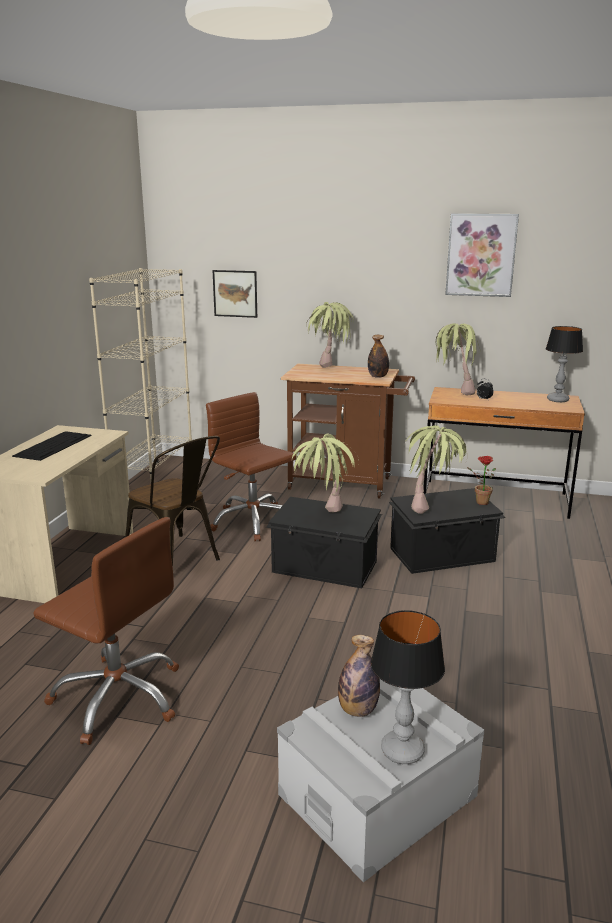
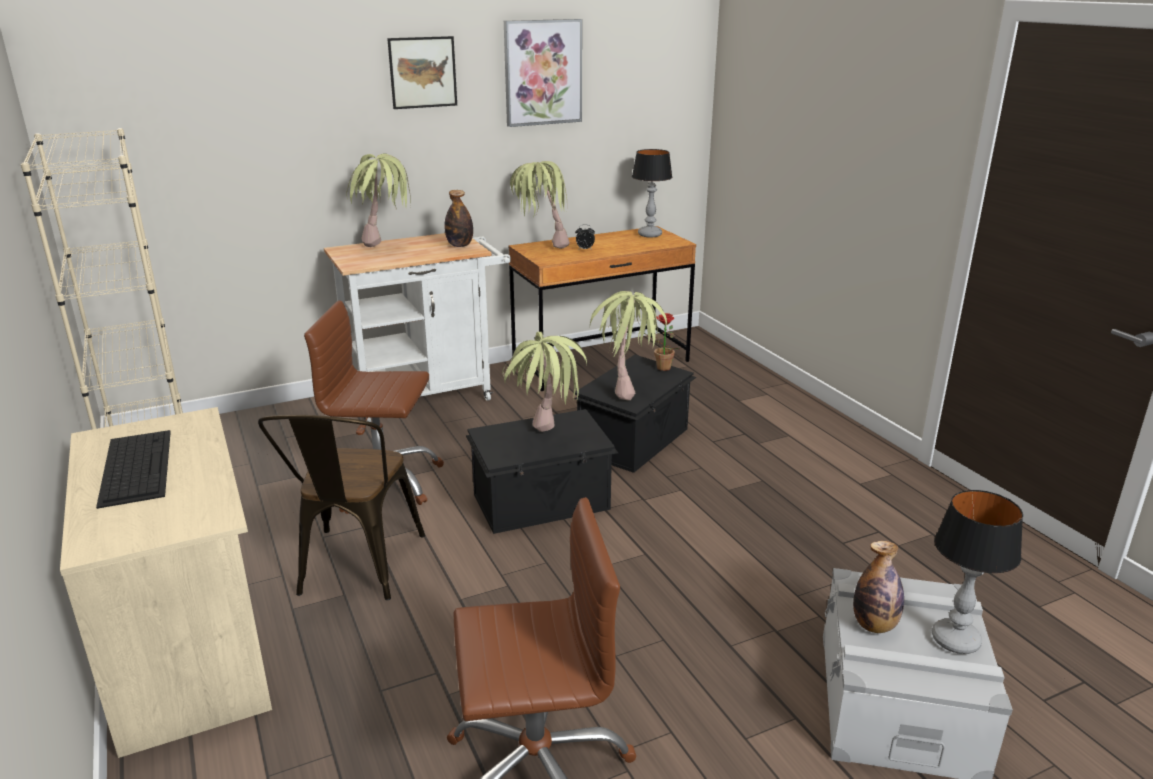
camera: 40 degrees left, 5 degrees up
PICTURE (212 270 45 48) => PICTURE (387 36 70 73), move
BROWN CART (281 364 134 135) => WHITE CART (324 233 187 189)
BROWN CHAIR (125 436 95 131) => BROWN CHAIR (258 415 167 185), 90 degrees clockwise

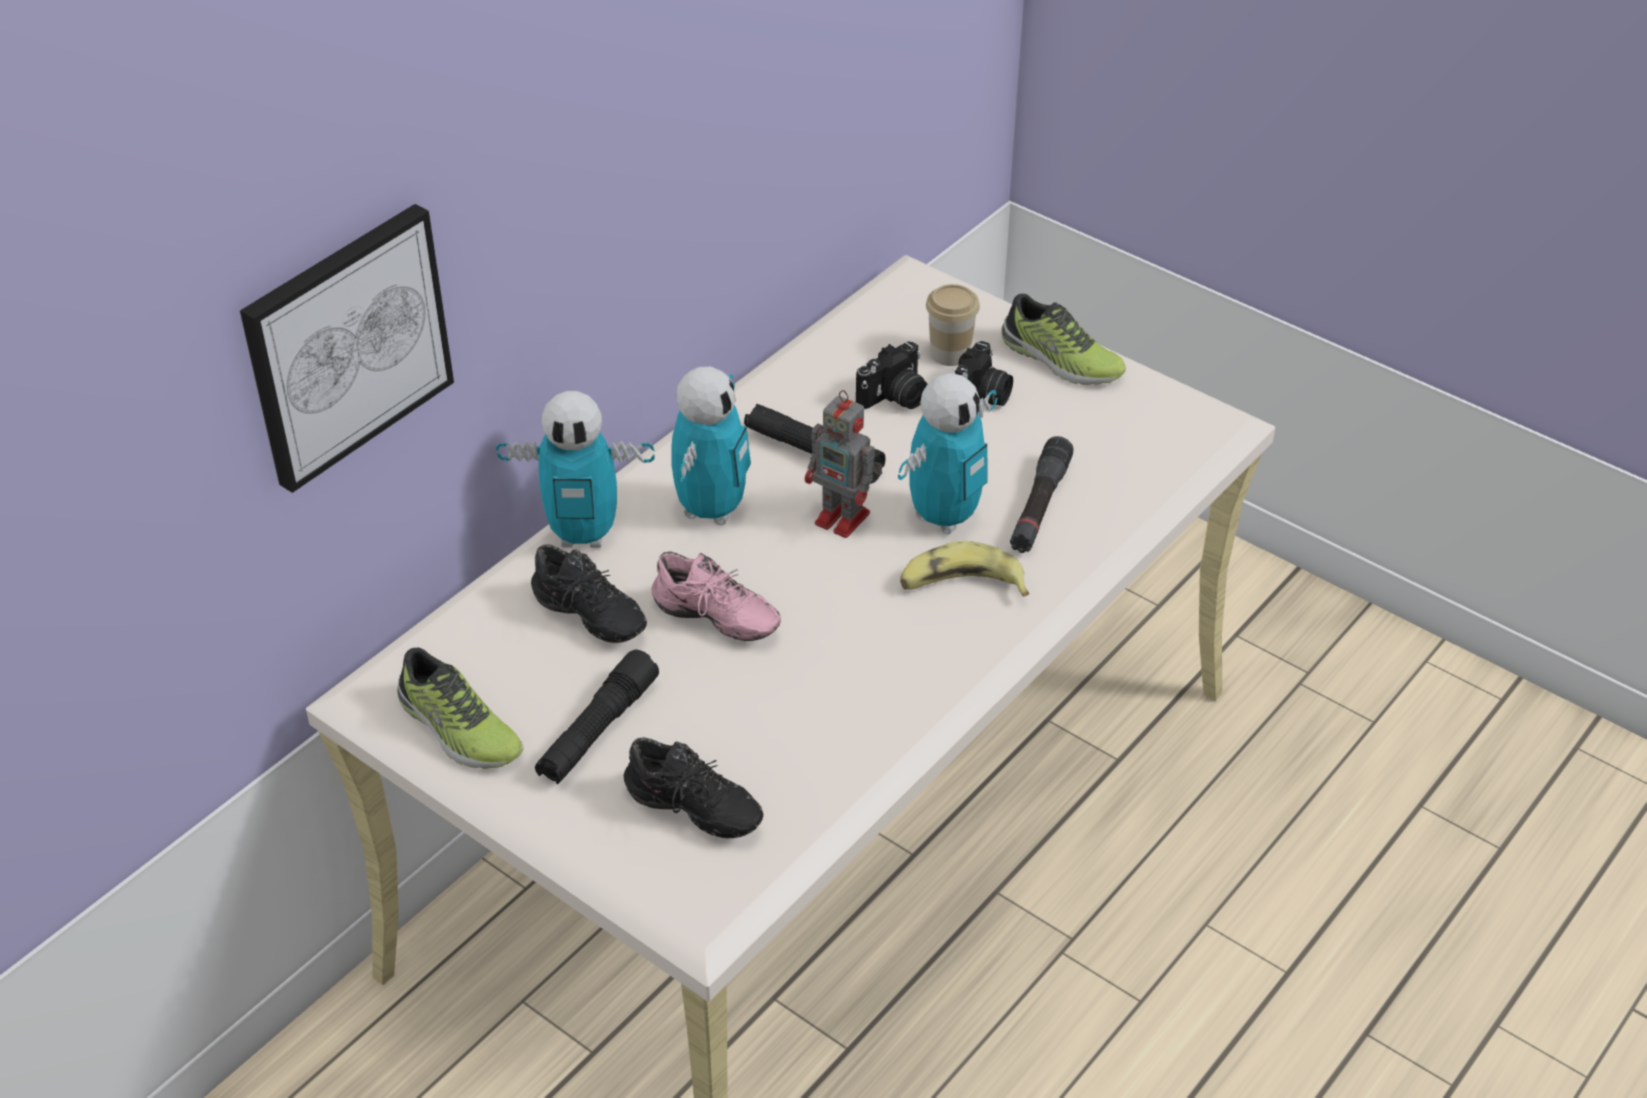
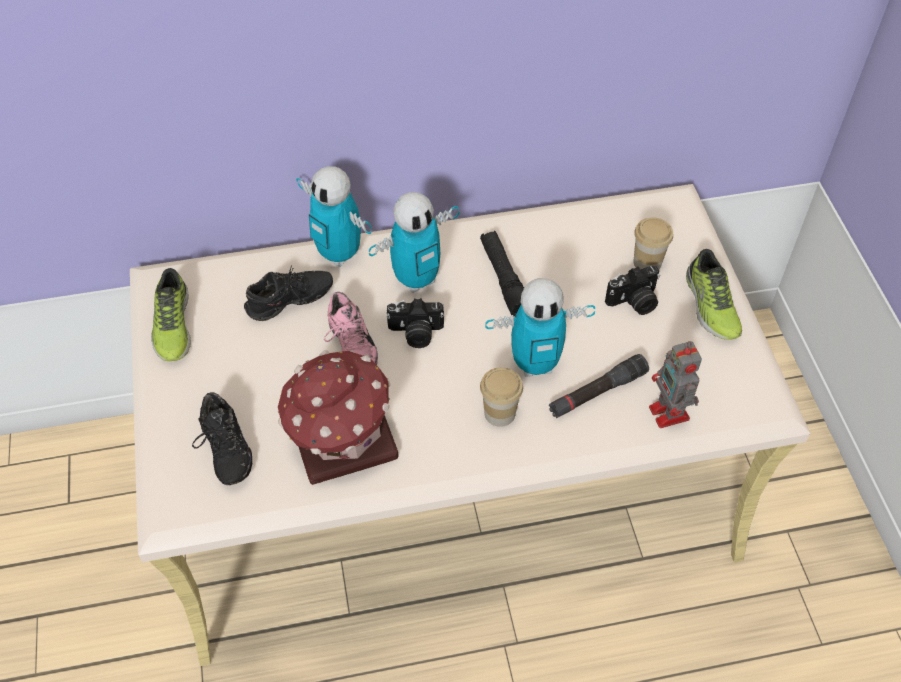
camera: 40 degrees right, 10 degrees up
PICTURE (240 204 214 289) => nothing
BLACK FLASHLIGHT (535 650 124 135) => nothing
nothing => TOY HOUSE (278 350 121 135)
TOY ROBOT (805 390 77 148) => TOY ROBOT (649 341 53 87), move
PHOTO CAMERA (856 342 72 67) => PHOTO CAMERA (386 298 58 50), move
BANANA (900 541 129 56) => CUP (480 367 43 60)
BLACK SHOE (531 544 116 99) => BLACK SHOE (244 265 89 56), 105 degrees counterclockwise

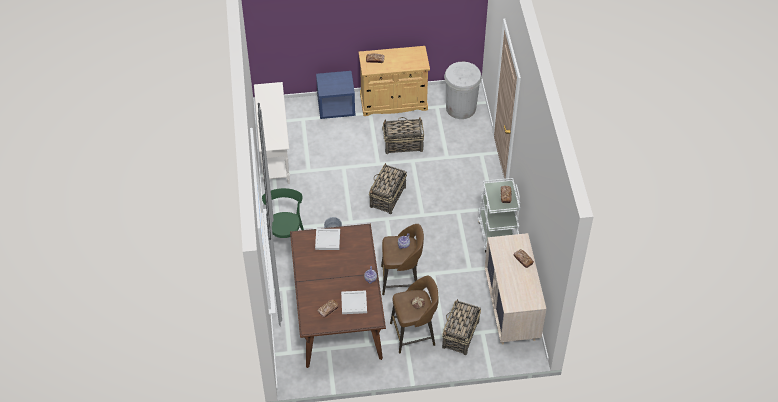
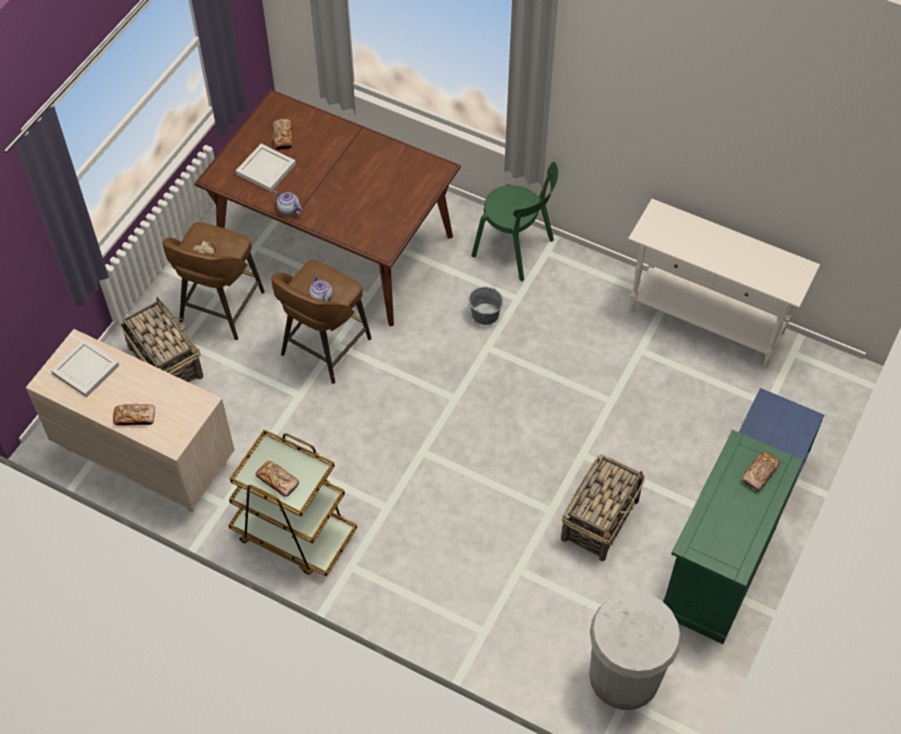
camera: 125 degrees right, 5 degrees up
BASKET (369 163 38 51) => nothing
WHITE TRAY (315 229 25 21) => WHITE TRAY (51 339 68 59), move
BEIGE CABINET (359 46 71 70) => GREEN CABINET (663 430 140 214)
WHITE CART (478 178 42 75) => BROWN CART (229 429 128 148)

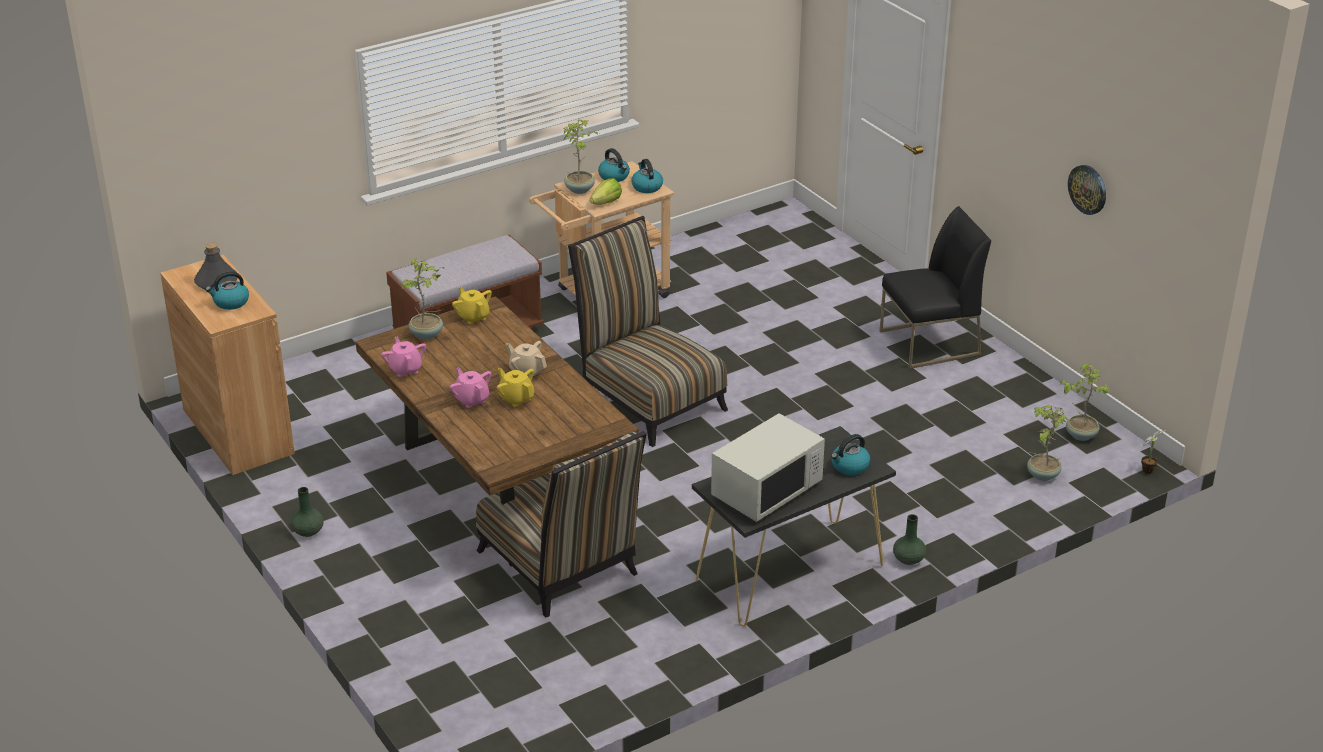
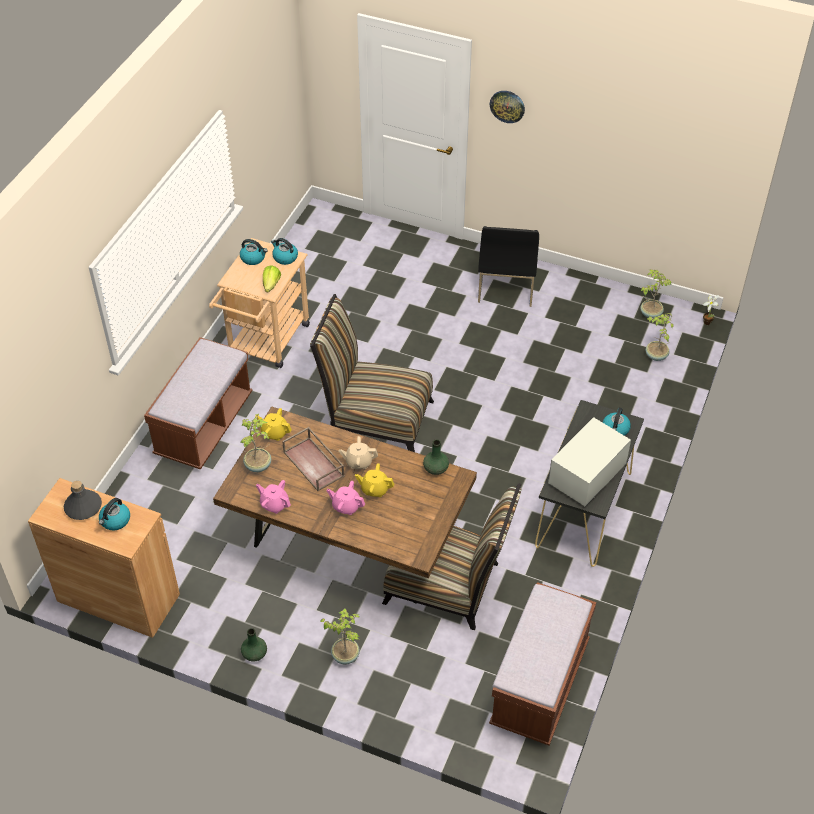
camera: 35 degrees left, 15 degrees up
nothing => BROWN TRAY (282 427 63 64)
nothing => BROWN BENCH (489 582 107 164)
POTTED PLANT (563 120 35 74) => POTTED PLANT (321 608 39 56), move
GREEN VASE (893 514 33 51) => GREEN VASE (423 439 26 36), move
WALL CLOCK (1068 165 38 50) => WALL CLOCK (490 91 35 32), move
WHITE MICROWAVE (711 413 114 109) => WHITE MICROWAVE (548 417 83 89), 150 degrees counterclockwise
BLACK CHAIR (880 206 111 163) => BLACK CHAIR (478 226 61 81), 150 degrees clockwise

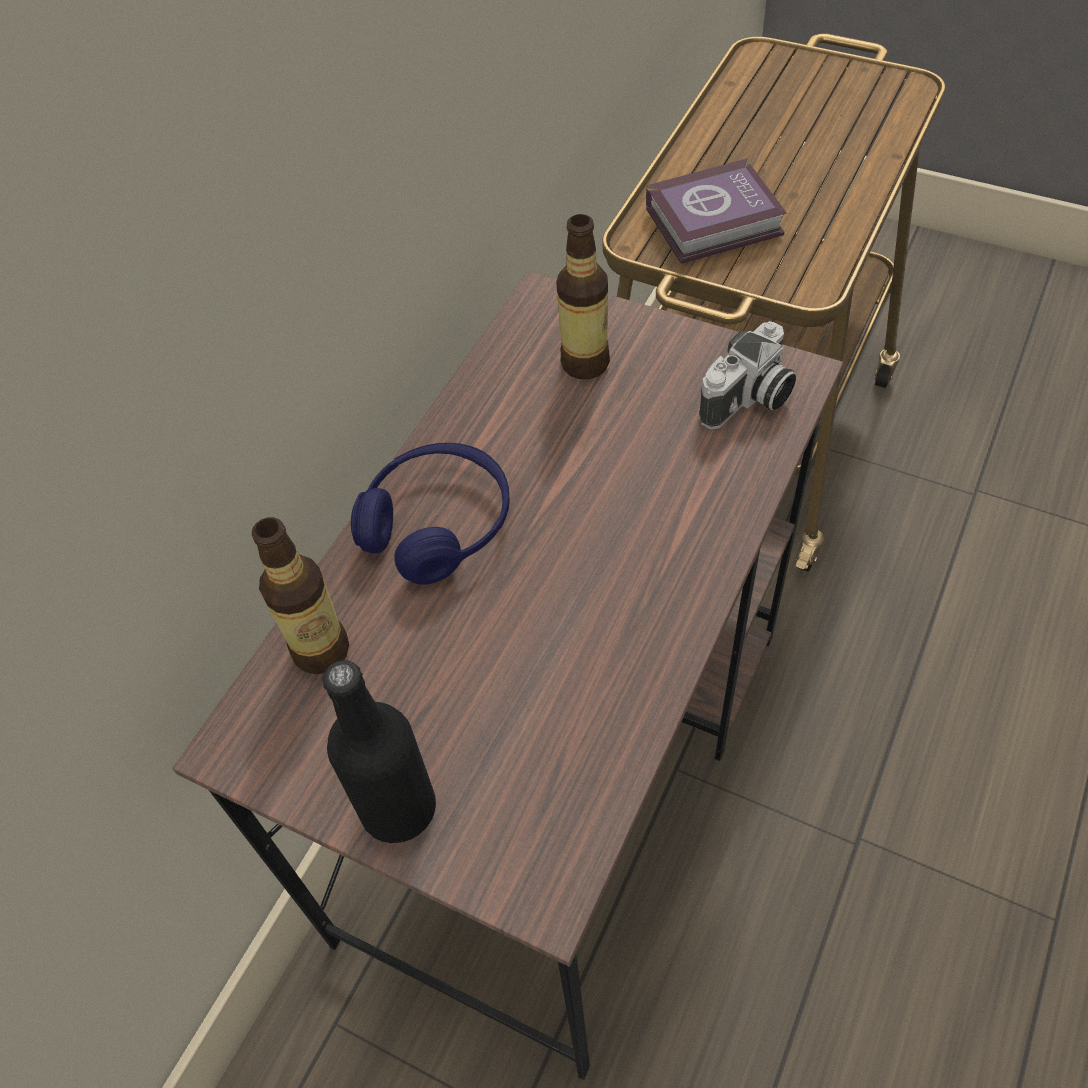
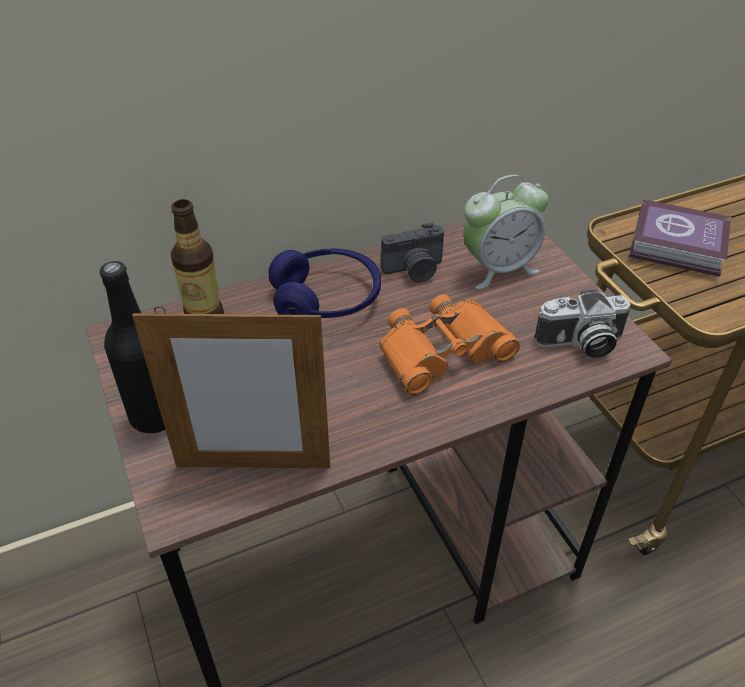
camera: 35 degrees right, 10 degrees down
nothing => PICTURE FRAME (132 307 198 161)
nothing => ORANGE BINOCULARS (379 294 141 101)
nothing => PHOTO CAMERA (381 223 63 59)
BOTTLE (556 214 54 165) => ALARM CLOCK (463 175 85 114)

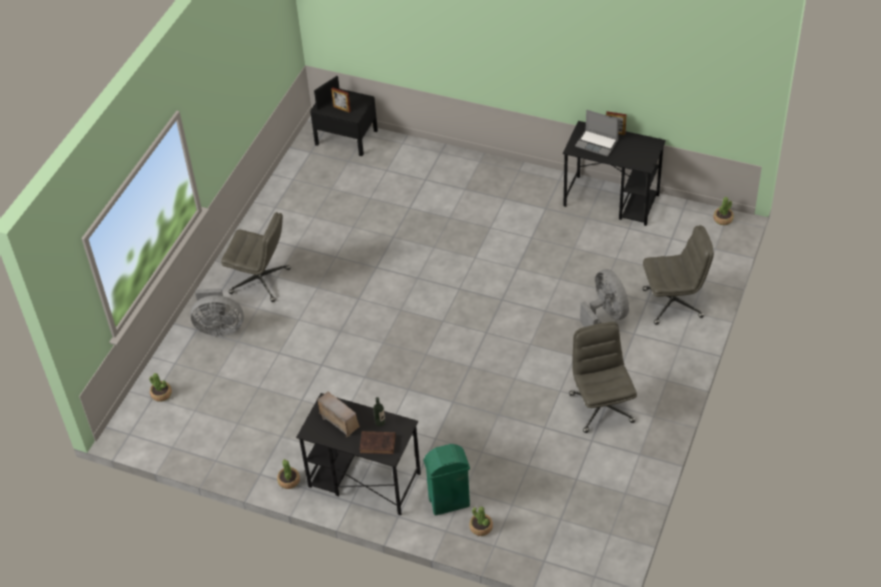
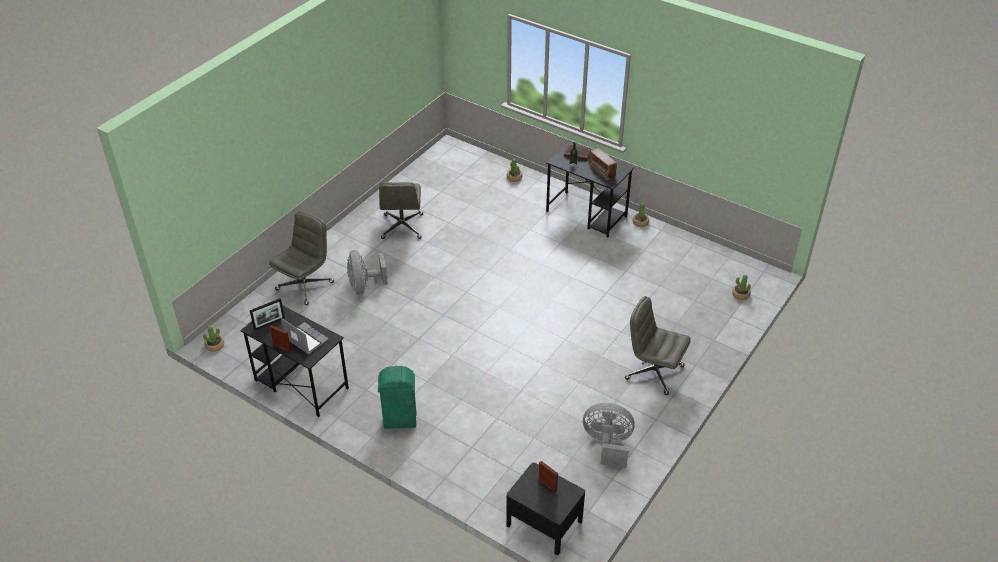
camera: 170 degrees left, 5 degrees down
GREY FAN (190 288 54 48) => GREY FAN (583 403 52 65), move
PICTURE FRAME (314 76 26 34) => PICTURE FRAME (250 298 35 32), move
GREEN TRASH CAN (423 444 47 71) => GREEN TRASH CAN (378 366 38 63), move
GREY OFFICE CHAIR (643 225 71 100) => GREY OFFICE CHAIR (269 211 65 94), 120 degrees clockwise

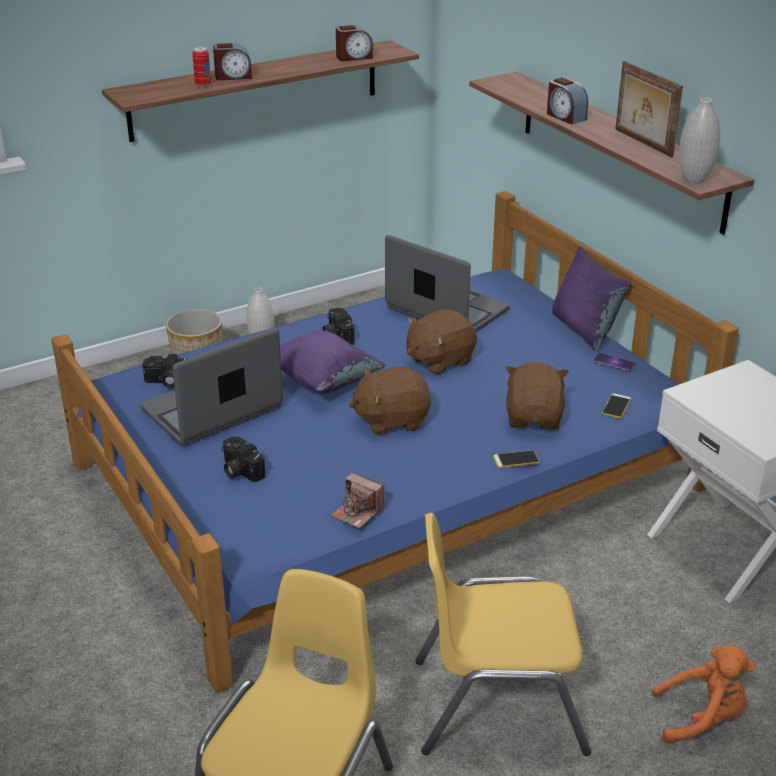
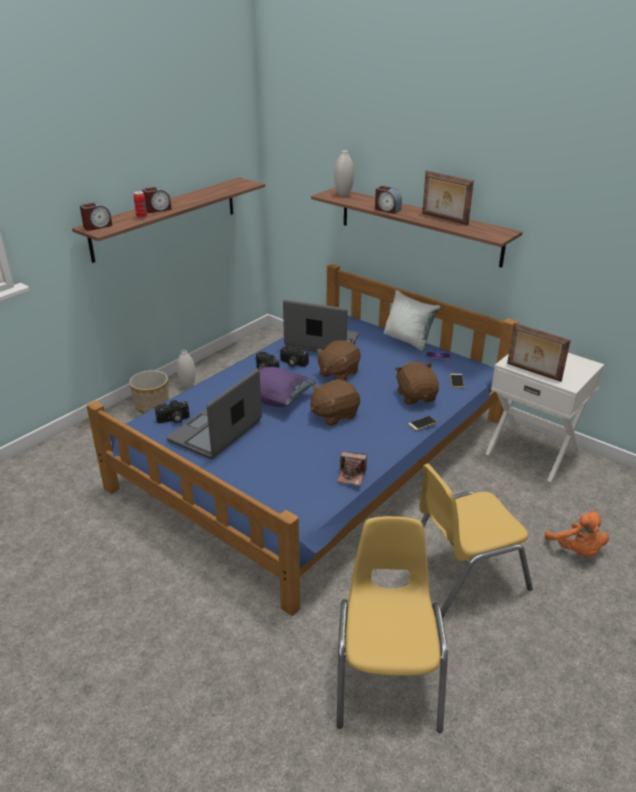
camera: 20 degrees left, 0 degrees up
nothing => PICTURE FRAME (507 323 64 59)
PHOTO CAMERA (221 436 44 46) => PHOTO CAMERA (280 346 29 21), move
ALARM CLOCK (336 25 37 36) => ALARM CLOCK (80 203 32 28), move
WHITE VASE (679 98 41 86) => WHITE VASE (334 150 20 46), move
PURPLE PILLOW (552 247 79 105) => WHITE PILLOW (384 290 56 62)
ORANGE PLUSH TOY (652 646 104 98) => ORANGE PLUSH TOY (545 510 64 47), 90 degrees clockwise

